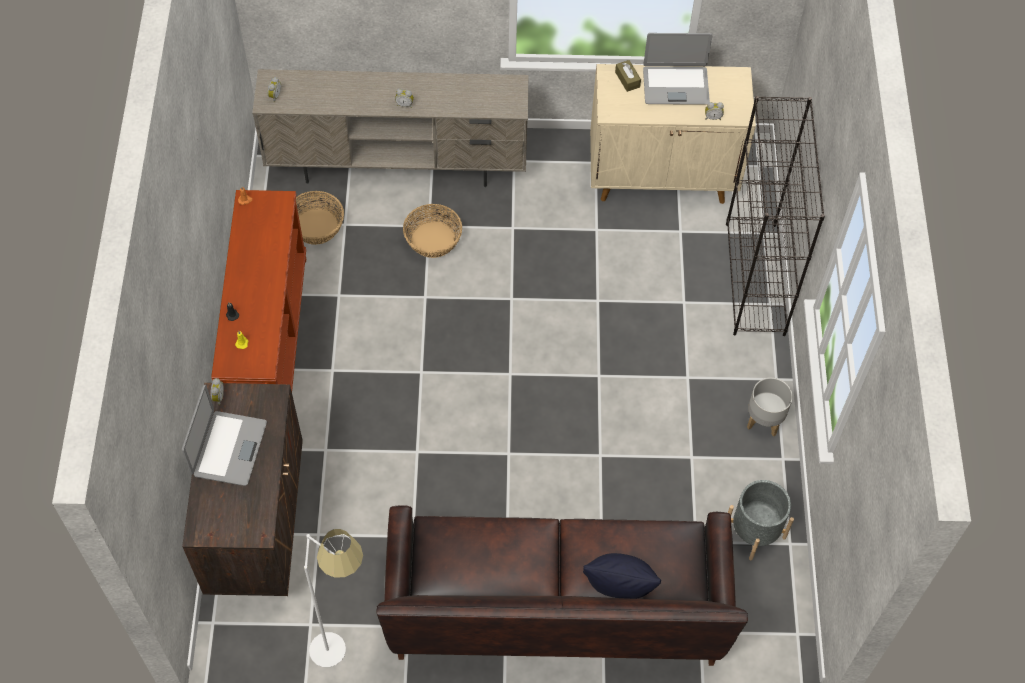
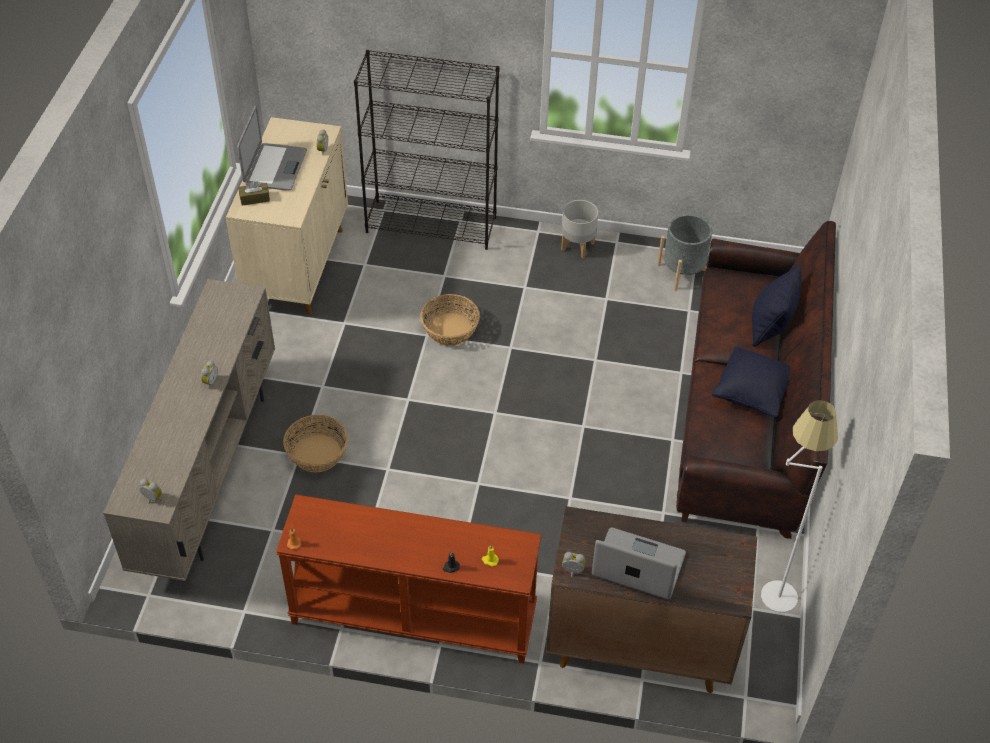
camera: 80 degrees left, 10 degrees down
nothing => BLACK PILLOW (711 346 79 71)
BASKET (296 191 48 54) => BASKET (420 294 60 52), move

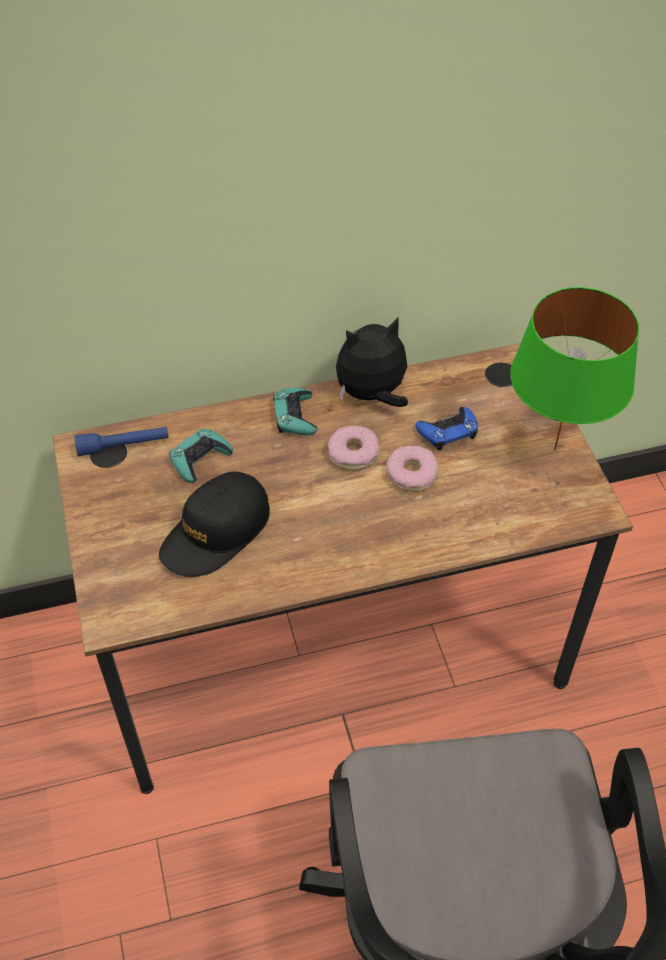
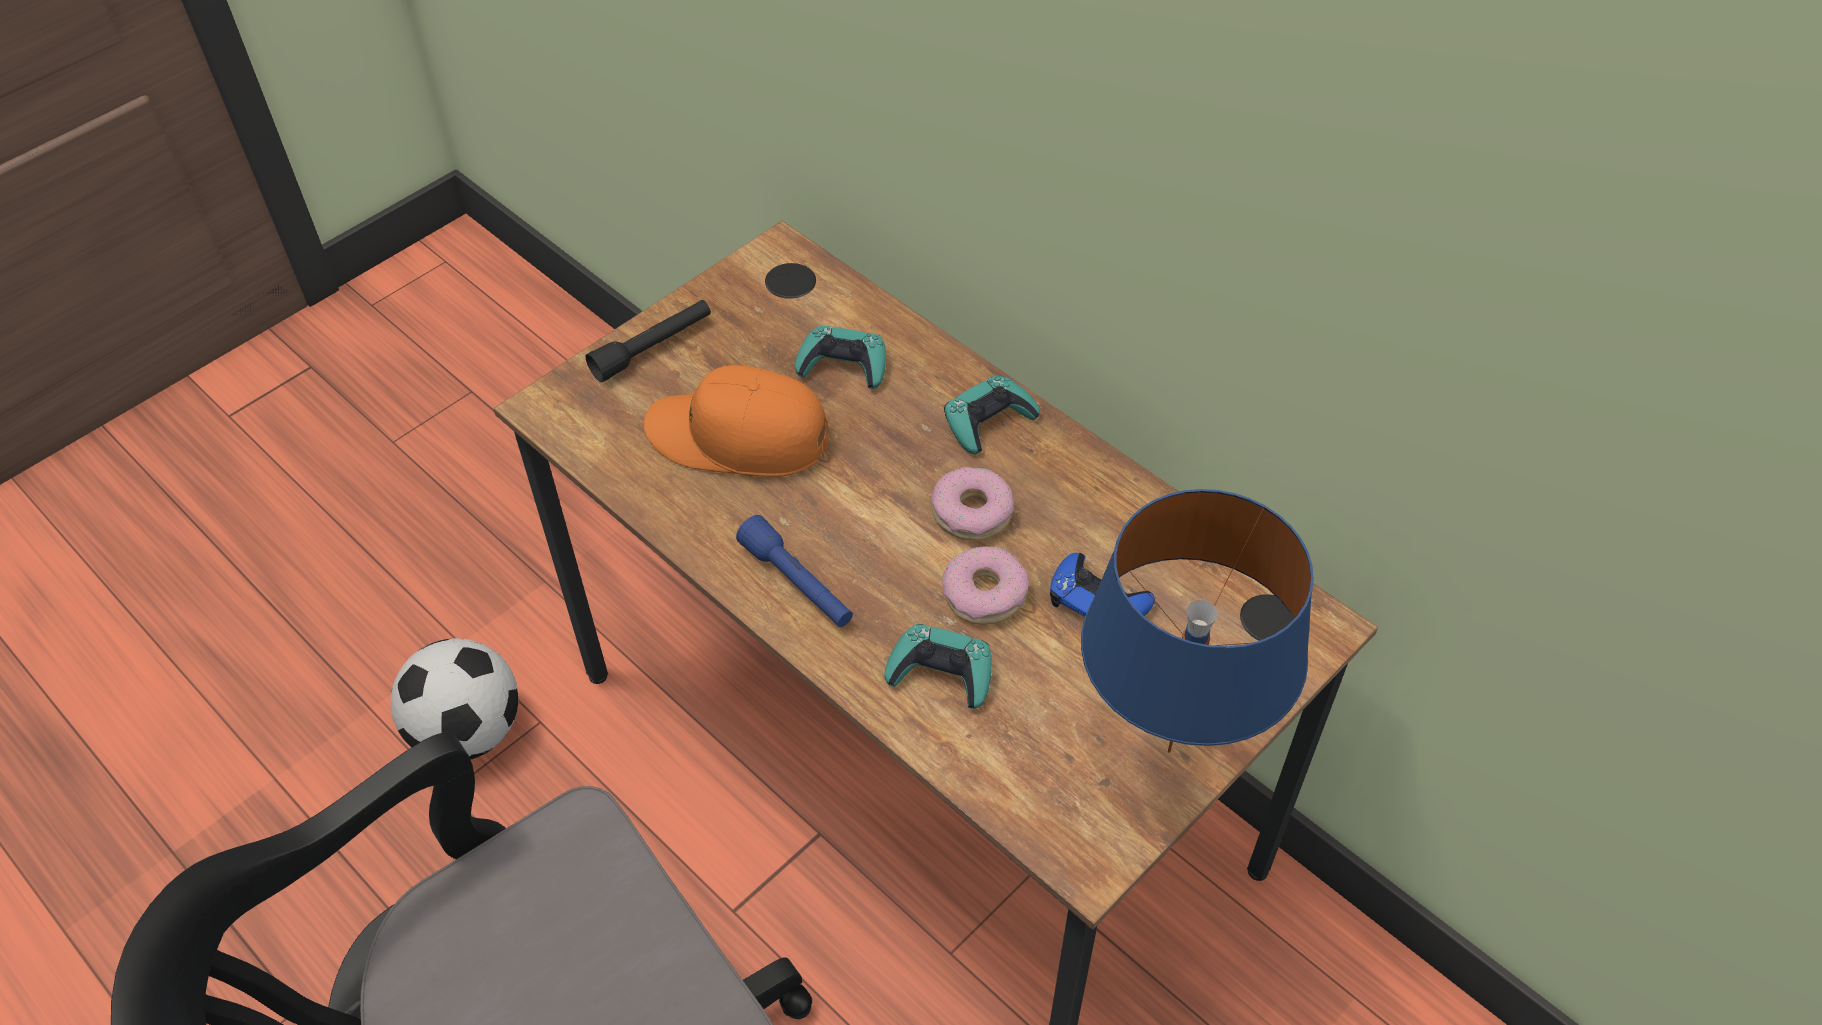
camera: 60 degrees right, 0 degrees up
PLUSH TOY (336 317 72 90) => nothing
nothing => FOOTBALL (391 638 128 122)
nothing => BLACK FLASHLIGHT (585 300 126 83)
nothing => TURQUOISE GAME CONTROLLER (884 624 108 85)
BLUE FLASHLIGHT (75 427 94 29) => BLUE FLASHLIGHT (736 515 117 112), move
BLACK CAP (159 472 111 105) => ORANGE CAP (644 365 184 112)
GREEN TABLE LAMP (510 287 130 164) => BLUE TABLE LAMP (1081 489 233 264)

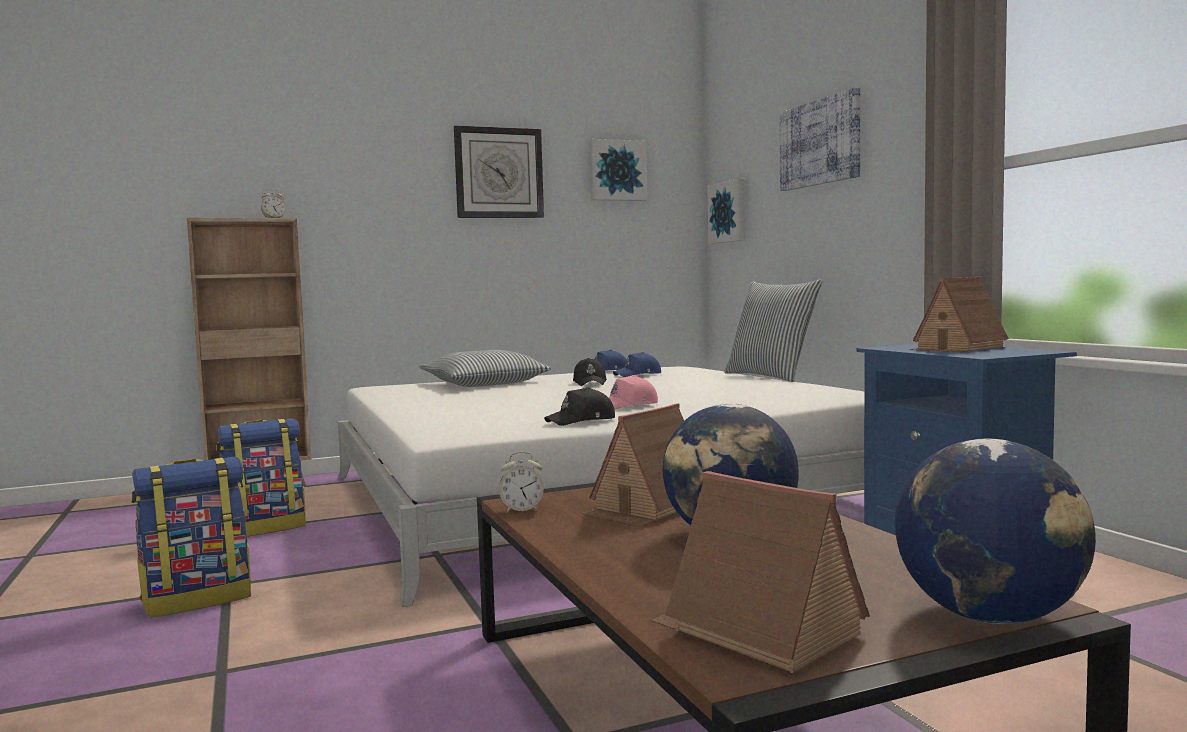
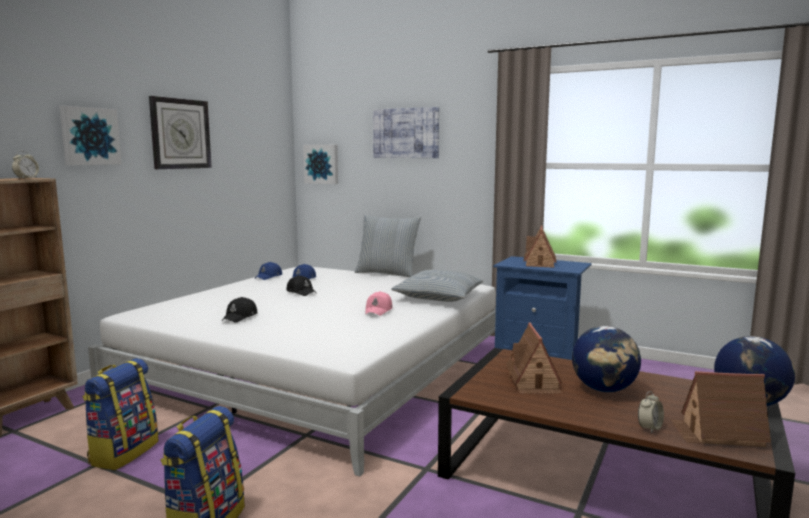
camera: 40 degrees left, 5 degrees up
PILLOW (419 350 132 37) => PILLOW (391 270 92 32), move
ALARM CLOCK (499 452 45 61) => ALARM CLOCK (638 391 26 42), move
BLACK CAP (544 387 71 39) => BLACK CAP (222 297 36 26), move
PICTURE (589 139 58 62) => PICTURE (59 106 62 59), move

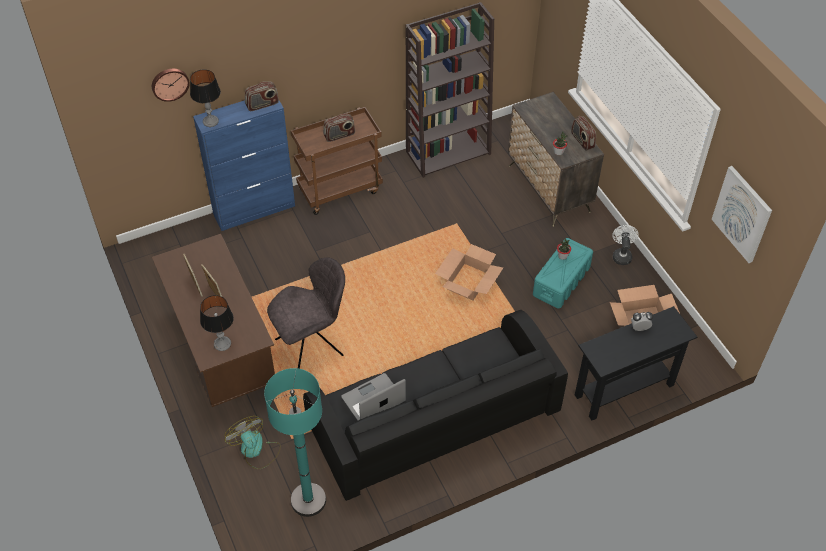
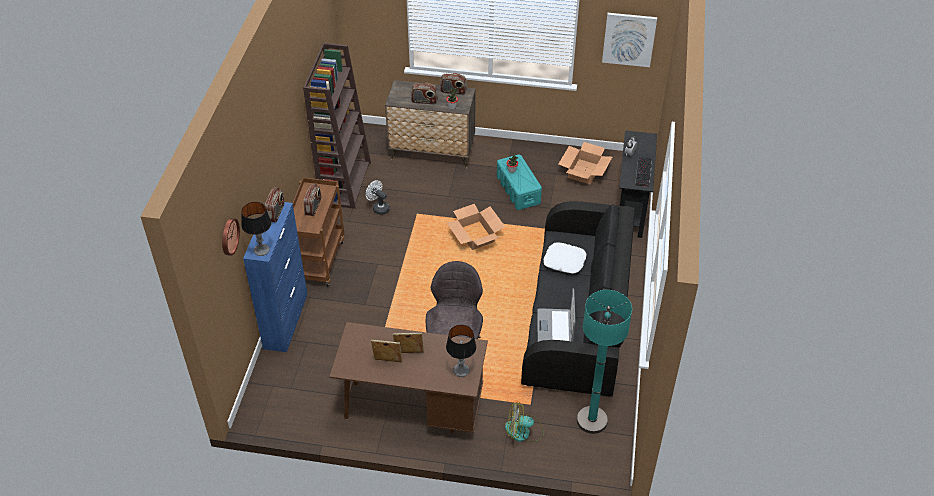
camera: 55 degrees left, 5 degrees down
nothing => RADIO (411 83 27 21)
nothing => WHITE PILLOW (544 242 43 31)
nothing => KEYBOARD (635 157 17 30)
WHITE FAN (612 225 27 40) => WHITE FAN (366 180 24 35), move

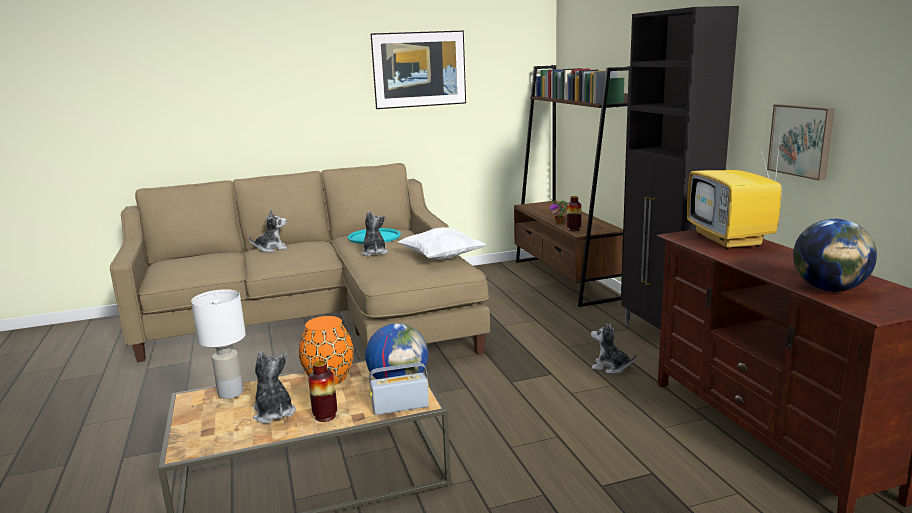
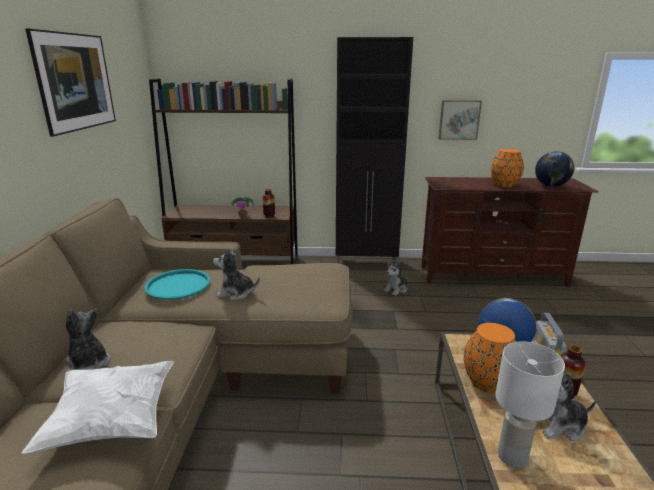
camera: 70 degrees left, 5 degrees up
TELEVISION (687 130 94 120) => nothing
nothing => ORANGE VASE (491 149 33 39)
WHITE PILLOW (398 227 88 33) => WHITE PILLOW (22 361 152 92), move
PLUSH TOY (248 210 39 42) => PLUSH TOY (65 308 45 63), 45 degrees counterclockwise

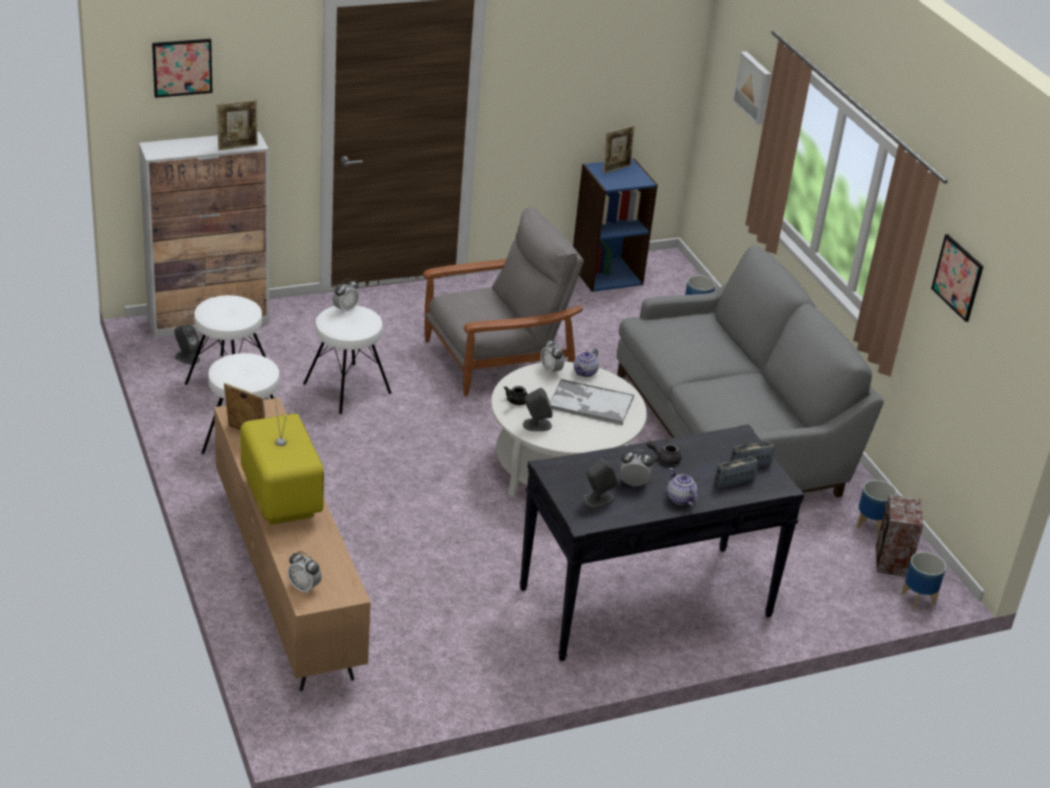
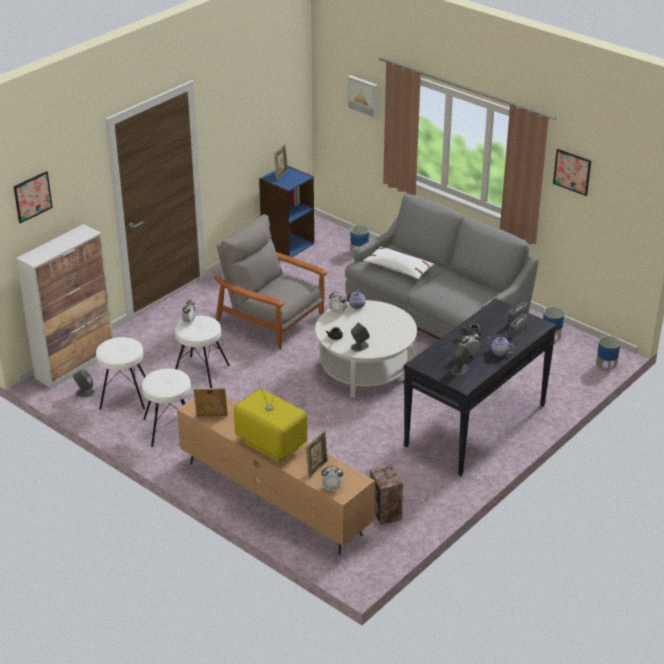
camera: 25 degrees left, 0 degrees up
TRAY (550 379 84 47) => nothing
nothing => WHITE PILLOW (363 247 72 32)
PICTURE FRAME (217 100 41 50) => PICTURE FRAME (305 430 23 48), move
SPEAKER (876 494 47 83) => SPEAKER (370 465 33 60), move
GREY ARMCHAIR (423 206 161 190) => GREY ARMCHAIR (214 214 113 135), 90 degrees counterclockwise

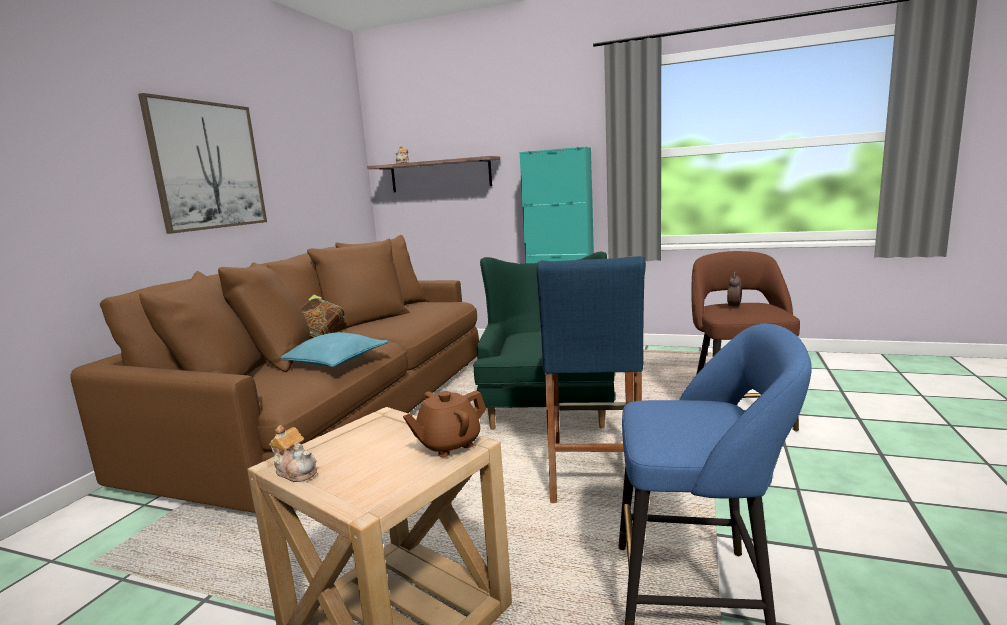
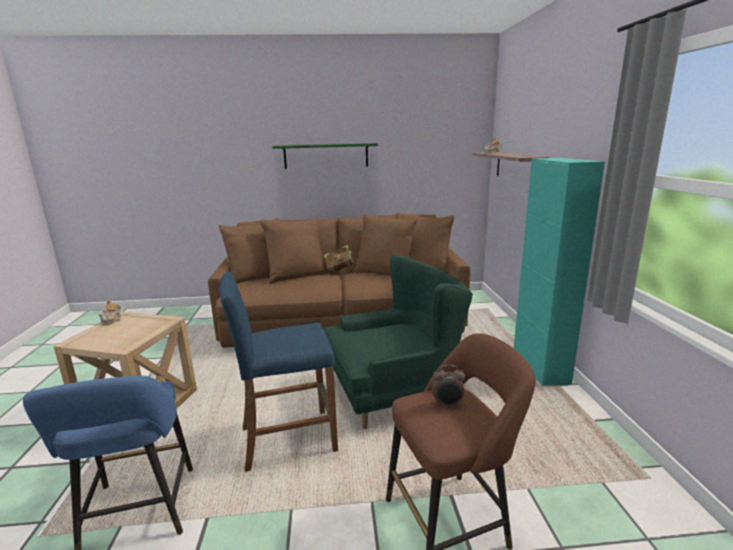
camera: 65 degrees right, 5 degrees up
TURQUOISE PILLOW (280 332 109 35) => nothing
BROWN TEAPOT (403 390 83 67) => nothing
PICTURE (138 93 129 141) => GREEN SHELF (272 143 106 26)

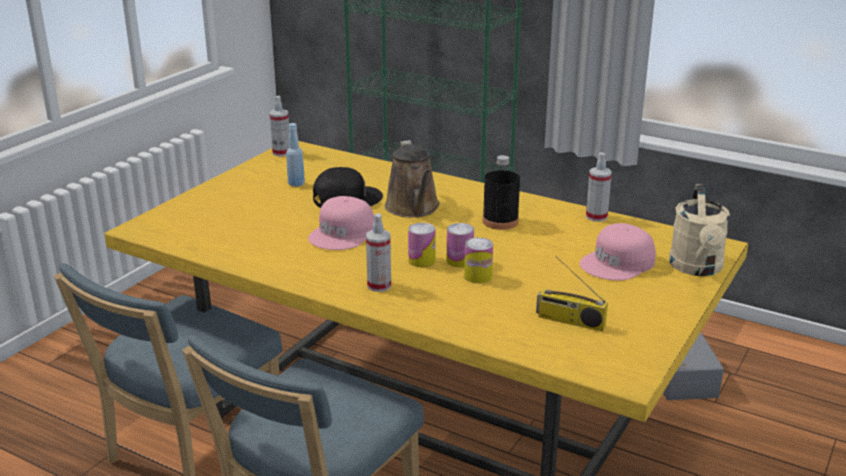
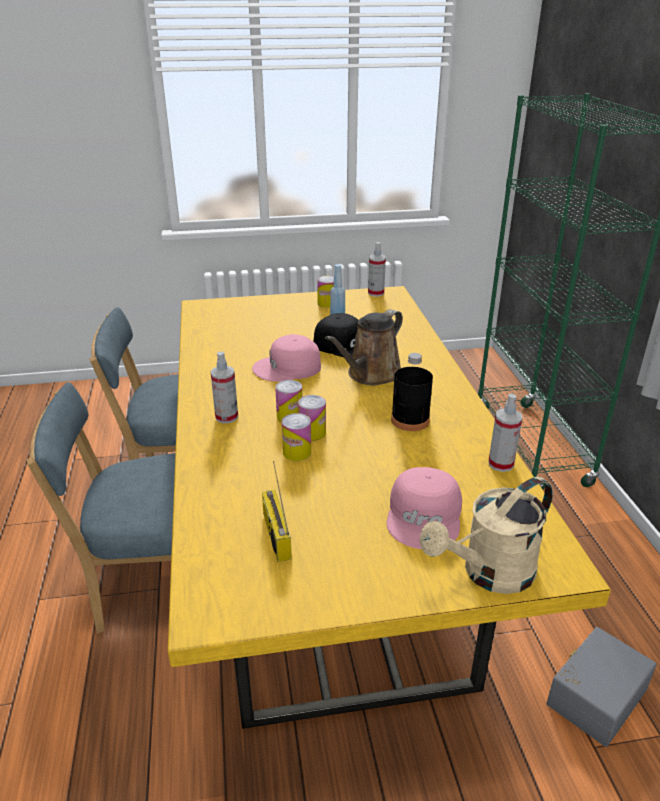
camera: 50 degrees right, 5 degrees up
nothing => CAN (317 276 17 32)
PINK CAP (580 223 76 58) => PINK CAP (387 467 75 82), 90 degrees counterclockwise

